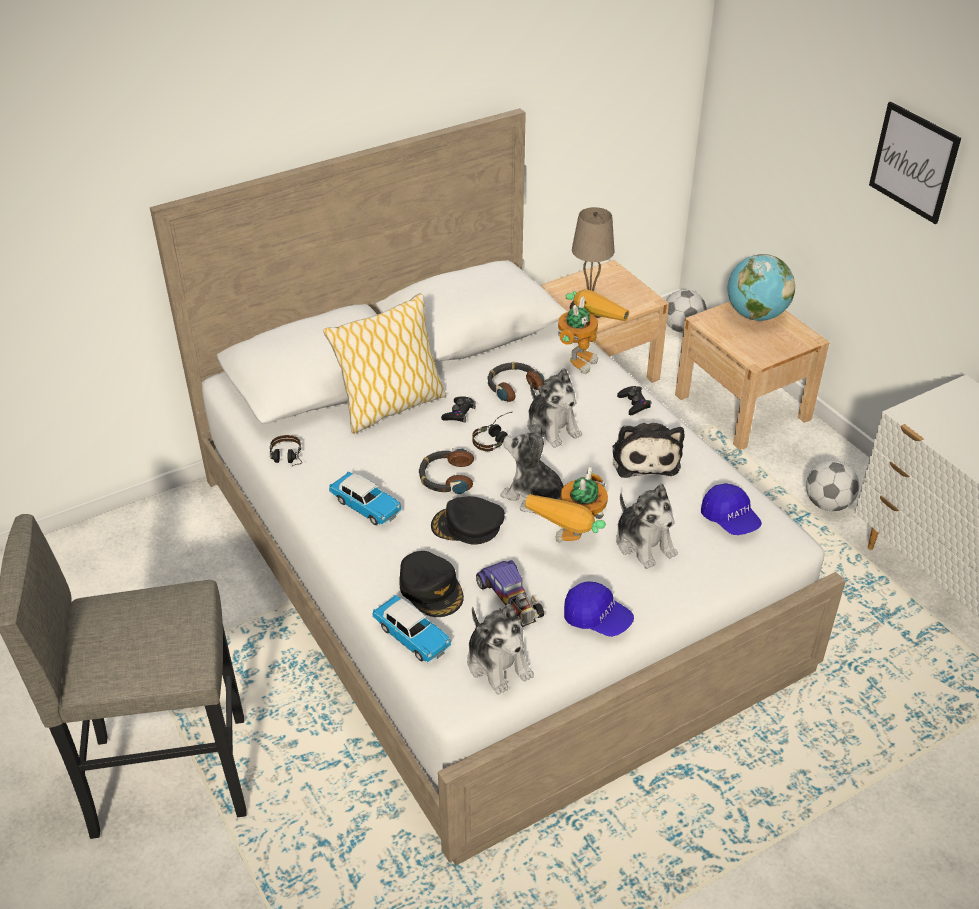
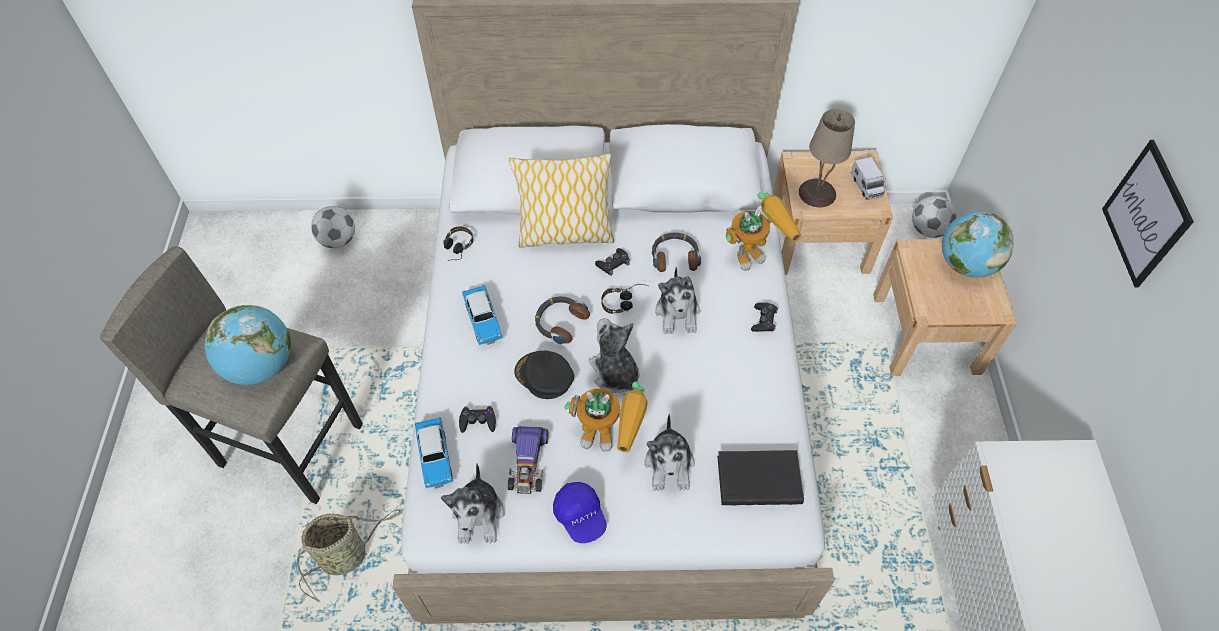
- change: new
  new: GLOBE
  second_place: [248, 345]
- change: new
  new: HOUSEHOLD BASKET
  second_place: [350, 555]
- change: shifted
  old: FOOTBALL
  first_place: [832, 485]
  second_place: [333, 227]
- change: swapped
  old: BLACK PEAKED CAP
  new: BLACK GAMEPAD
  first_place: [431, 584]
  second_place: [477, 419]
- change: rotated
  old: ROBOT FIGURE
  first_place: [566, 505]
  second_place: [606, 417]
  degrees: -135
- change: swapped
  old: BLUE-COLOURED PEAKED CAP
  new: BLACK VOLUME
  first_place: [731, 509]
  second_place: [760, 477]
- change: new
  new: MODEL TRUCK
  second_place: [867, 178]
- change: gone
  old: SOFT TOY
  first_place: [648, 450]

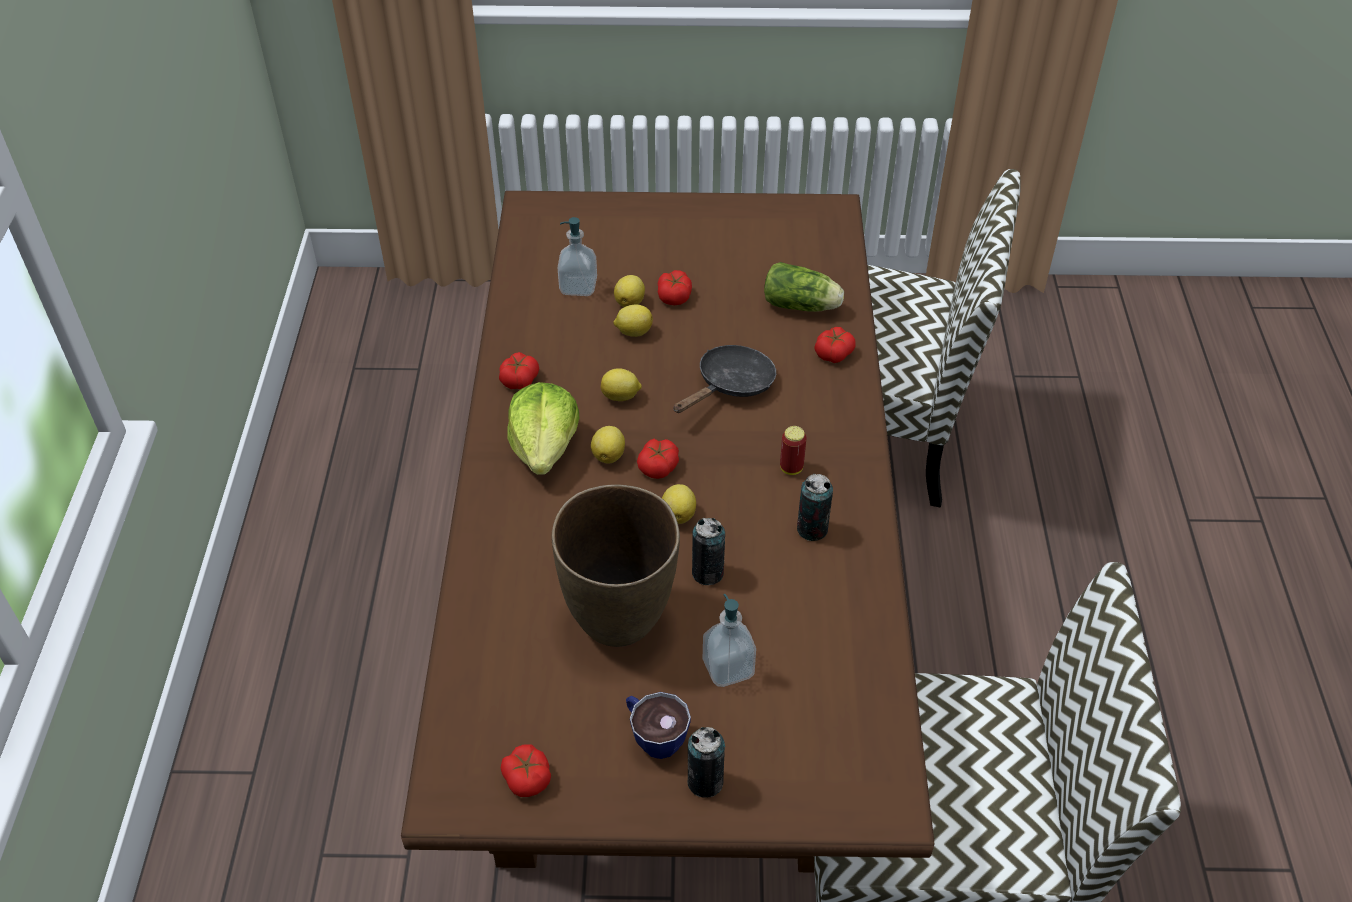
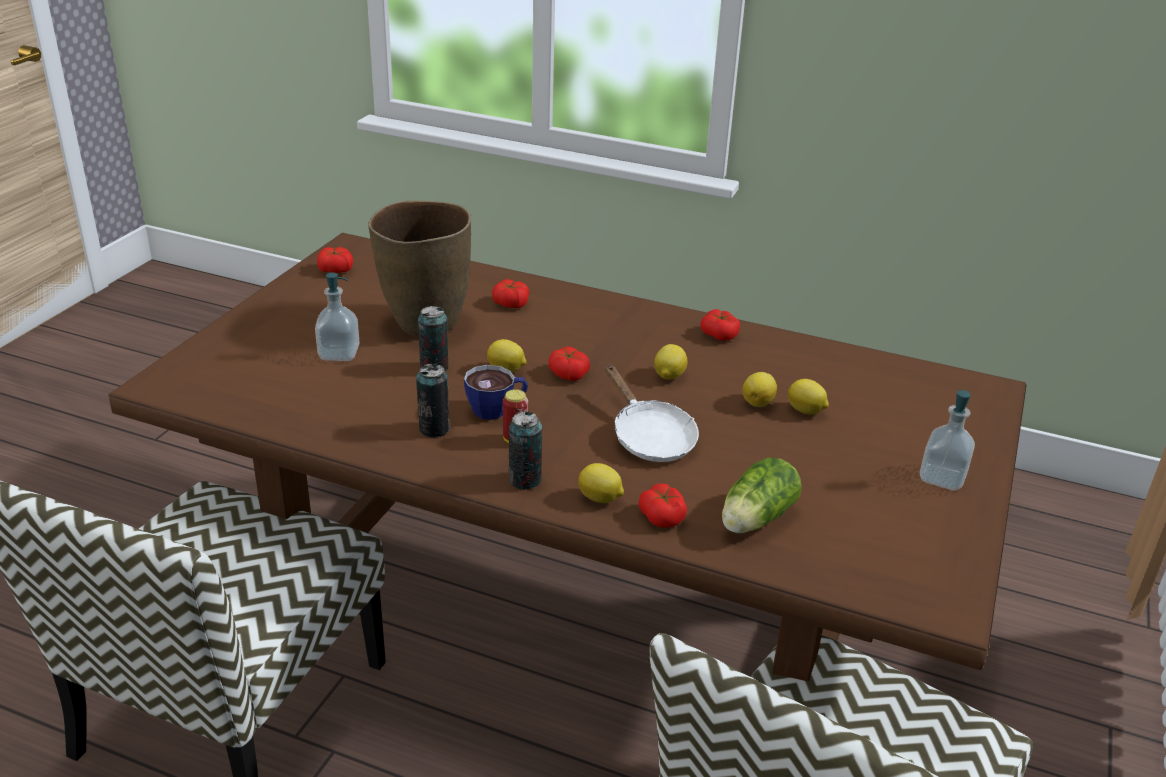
- change: shifted
  old: SMALL CUP
  first_place: [658, 725]
  second_place: [496, 392]
- change: shifted
  old: TOMATO
  first_place: [675, 287]
  second_place: [510, 293]
- change: shifted
  old: METAL CAN
  first_place: [706, 762]
  second_place: [525, 451]
- change: shifted
  old: LEMON
  first_place: [608, 445]
  second_place: [601, 483]
- change: repainted
  old: BLACK SKILLET
  new: WHITE-COLOURED SKILLET
  first_place: [724, 379]
  second_place: [652, 413]
- change: shifted
  old: SOAP BOTTLE
  first_place: [577, 256]
  second_place: [947, 440]
- change: gone
  old: LETTUCE
  first_place: [543, 428]

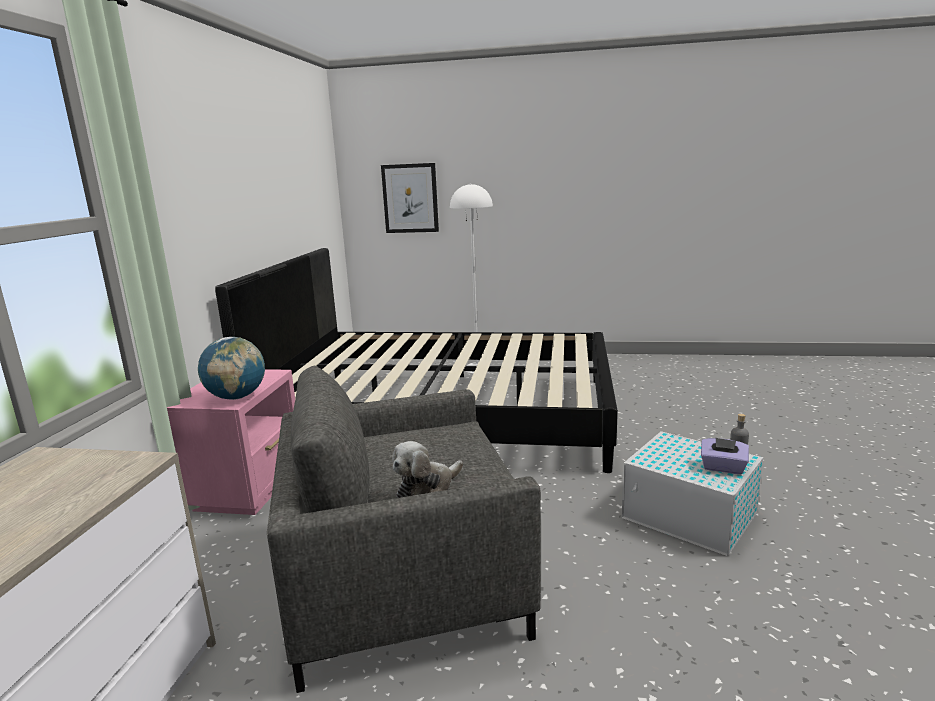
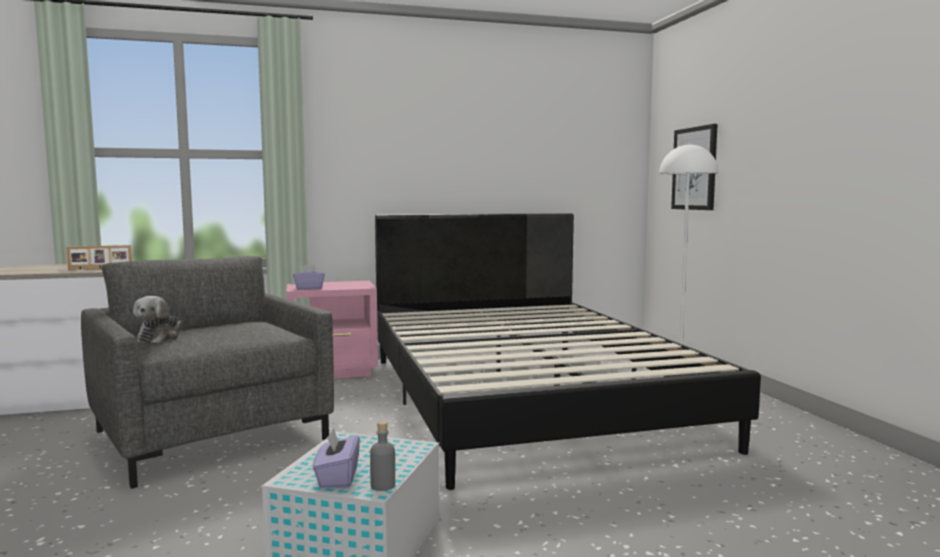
- change: new
  new: STANDING FRAME
  second_place: [99, 257]
- change: rotated
  old: SOFT TOY
  first_place: [427, 469]
  second_place: [157, 319]
  degrees: -105
- change: swapped
  old: GLOBE
  new: PURPLE-COLOURED BOX OF TISSUES
  first_place: [231, 368]
  second_place: [309, 277]

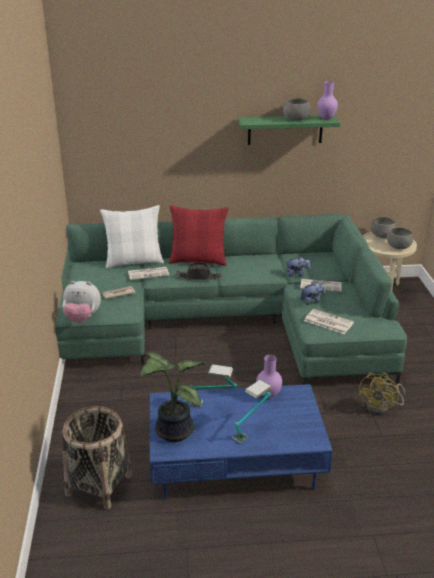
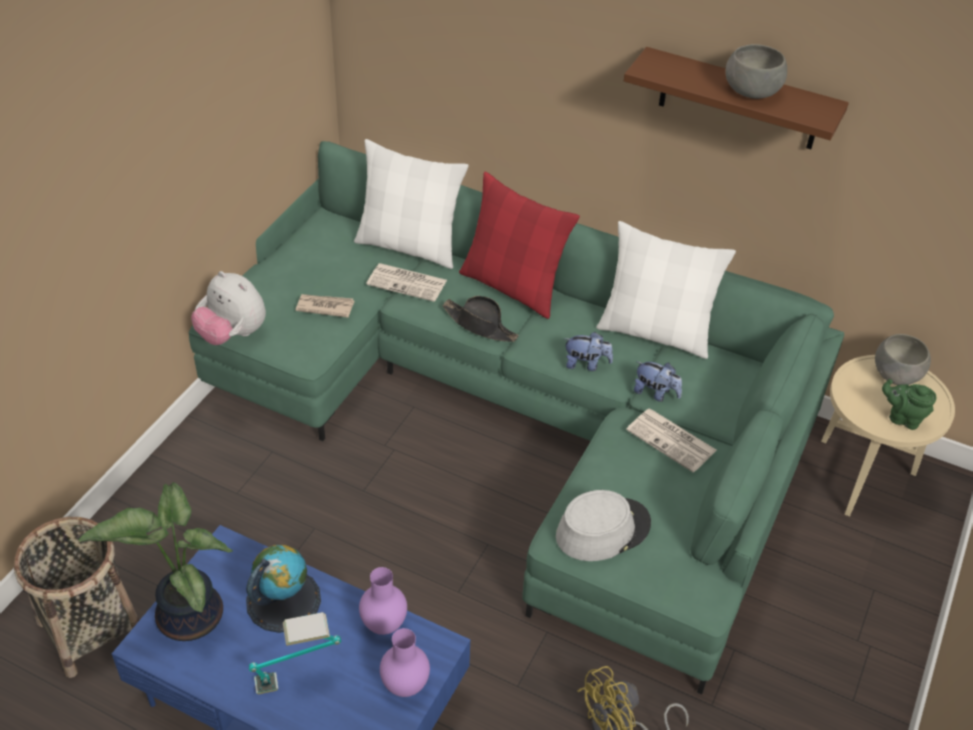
- change: swapped
  old: TABLE LAMP
  new: GLOBE
  first_place: [213, 386]
  second_place: [283, 589]
- change: shifted
  old: PURPLE-COLOURED VASE
  first_place: [327, 100]
  second_place: [405, 662]
- change: swapped
  old: NEWSPAPER
  new: GREYISH HAT
  first_place: [329, 321]
  second_place: [603, 525]
- change: shifted
  old: SOFT TOY
  first_place: [312, 293]
  second_place: [589, 351]
- change: new
  new: WHITE-COLOURED PILLOW
  second_place: [666, 290]
- change: repainted
  old: GREENISH SHELF
  new: BROWN SHELF
  first_place: [289, 130]
  second_place: [736, 98]
- change: swapped
  old: GREYISH BOWL
  new: GREENISH TEA POT
  first_place: [400, 238]
  second_place: [909, 404]

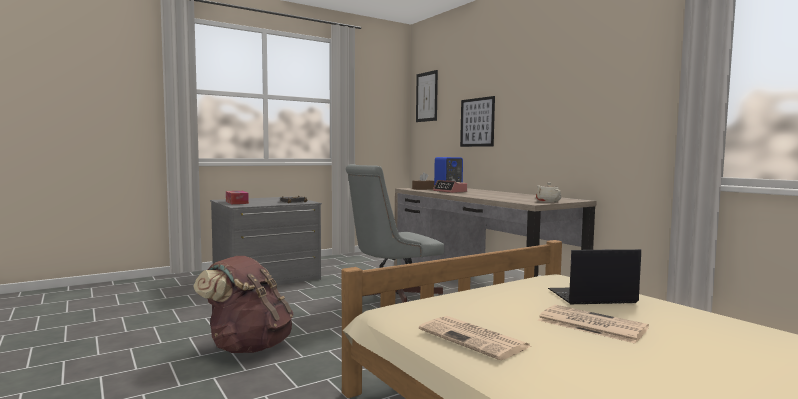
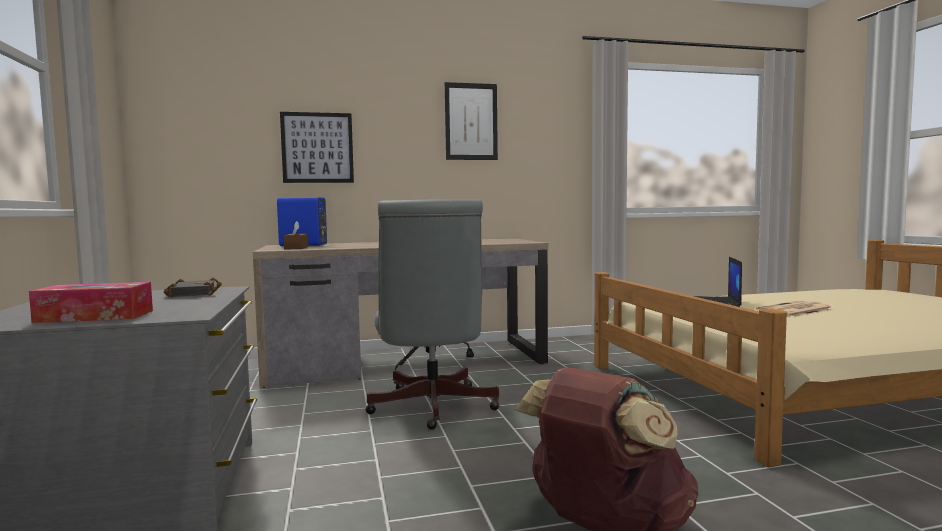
- change: shifted
  old: WALL ART
  first_place: [427, 96]
  second_place: [471, 121]
- change: gone
  old: NEWSPAPER
  first_place: [475, 338]
- change: gone
  old: BEDSIDE CLOCK
  first_place: [450, 186]
- change: gone
  old: SAND-COLOURED TEA POT
  first_place: [548, 192]

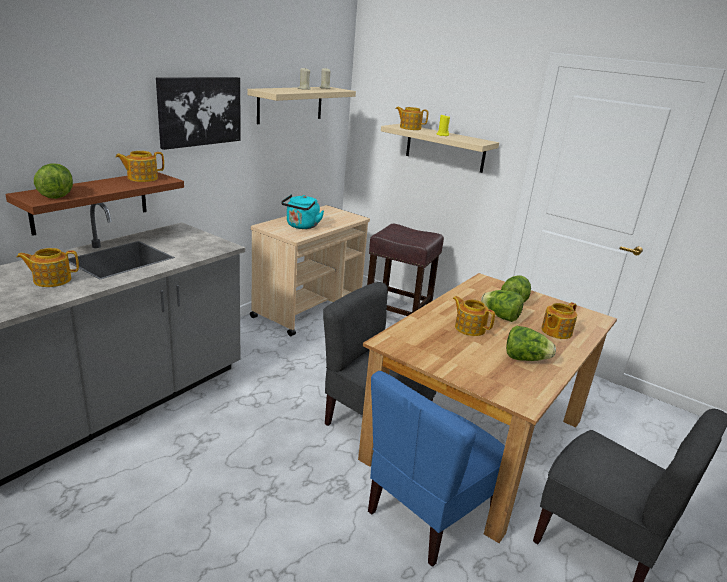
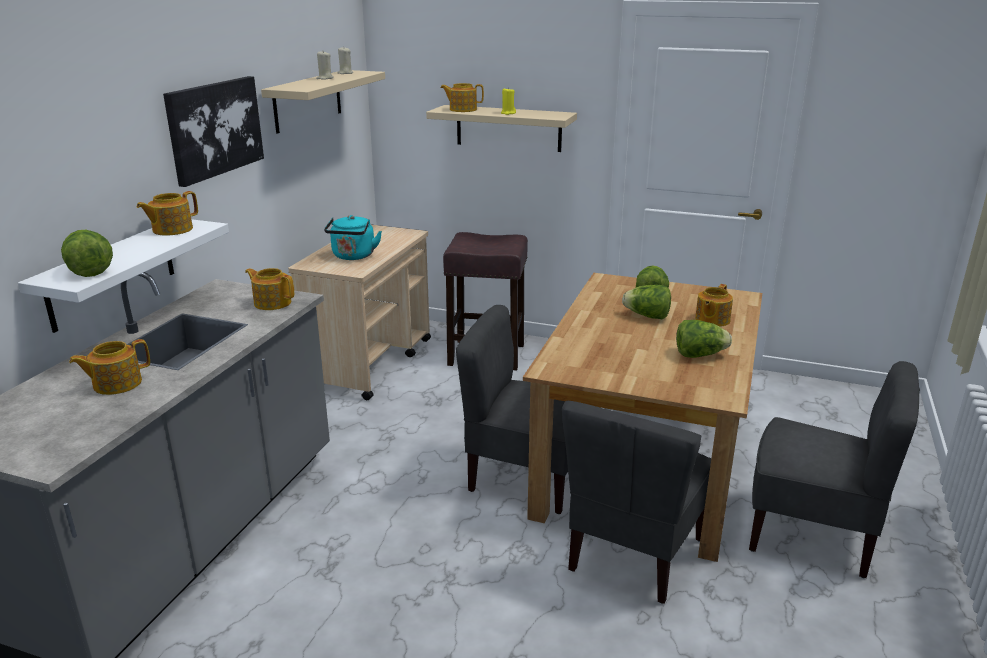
- change: repainted
  old: BROWN SHELF
  new: WHITE-COLOURED SHELF
  first_place: [94, 204]
  second_place: [123, 276]
- change: shifted
  old: TEA POT
  first_place: [474, 316]
  second_place: [269, 289]
- change: repainted
  old: BLUE-COLOURED UPRIGHT CHAIR
  new: GREYISH UPRIGHT CHAIR
  first_place: [436, 469]
  second_place: [636, 502]

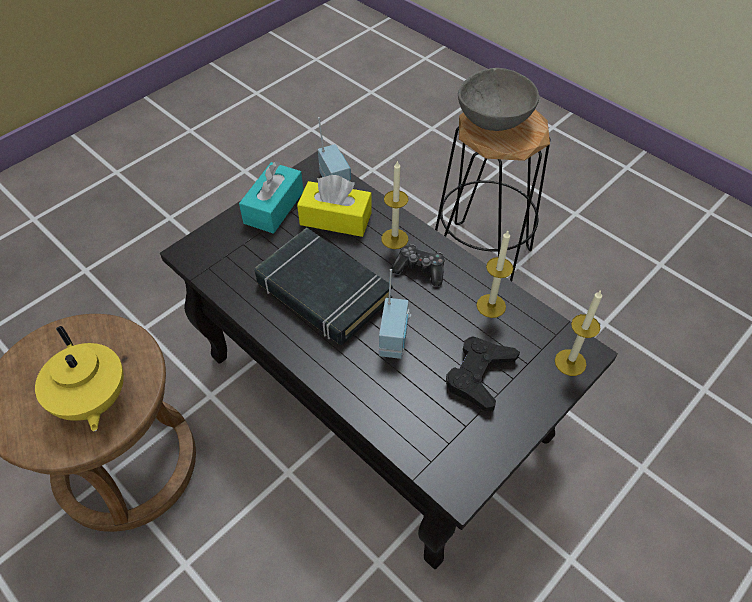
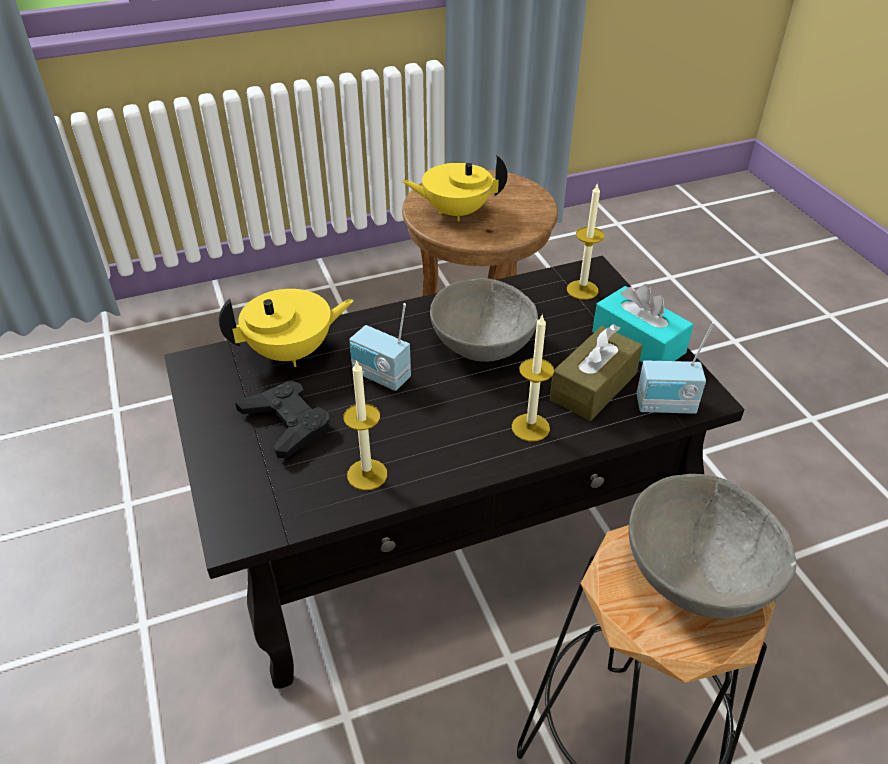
- change: new
  new: YELLOW-COLOURED TEA POT
  second_place: [286, 328]
- change: swapped
  old: BLACK VOLUME
  new: GREYISH BOWL
  first_place: [324, 286]
  second_place: [484, 320]
- change: repainted
  old: YELLOW-COLOURED BOX OF TISSUES
  new: BROWN BOX OF TISSUES
  first_place: [334, 206]
  second_place: [596, 372]
- change: shifted
  old: CANDLE
  first_place: [578, 333]
  second_place: [586, 241]
- change: gone
  old: GAMEPAD
  first_place: [417, 265]

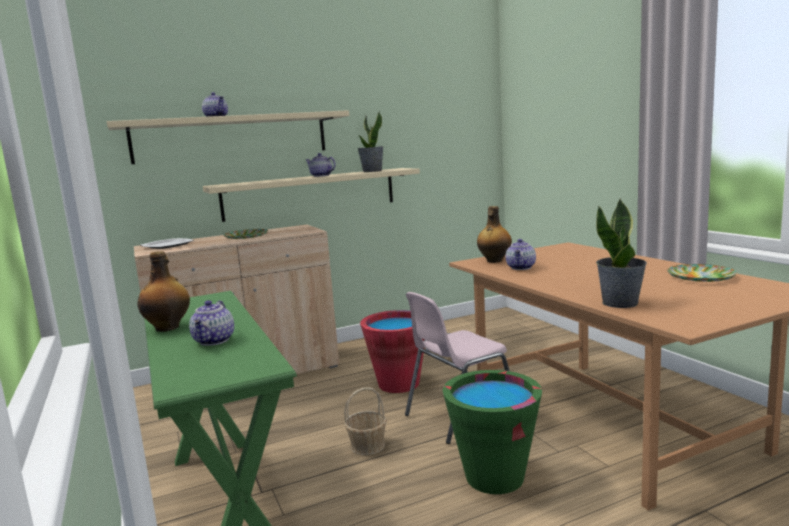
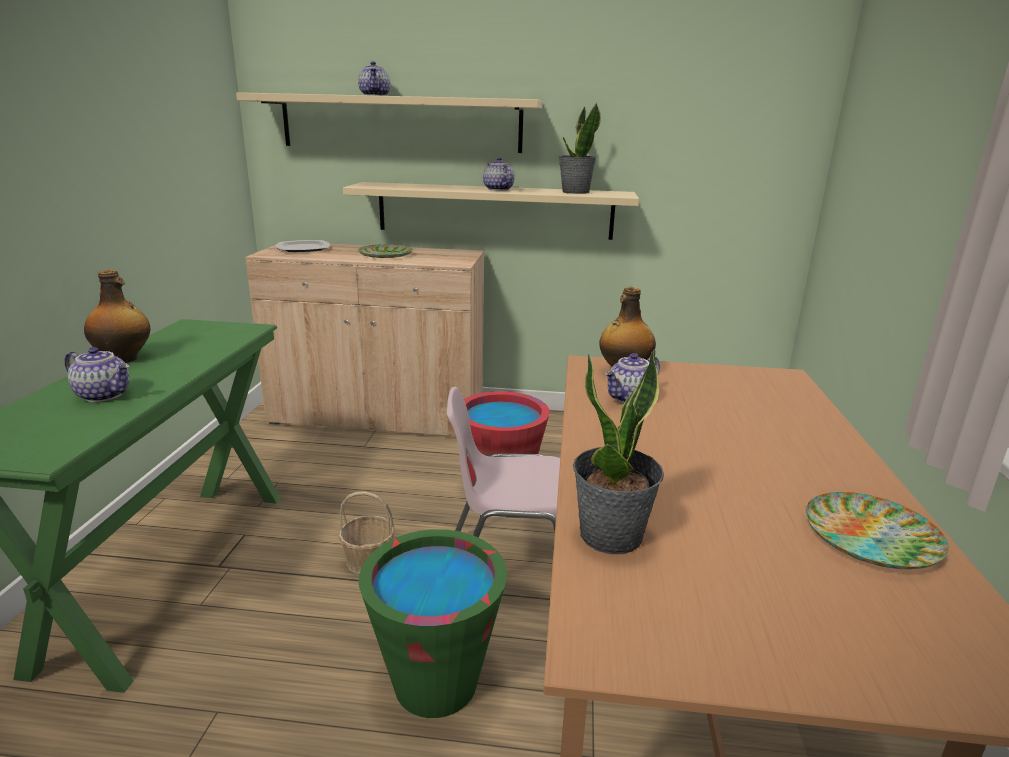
- change: rotated
  old: TEA POT
  first_place: [211, 323]
  second_place: [97, 374]
  degrees: -105

